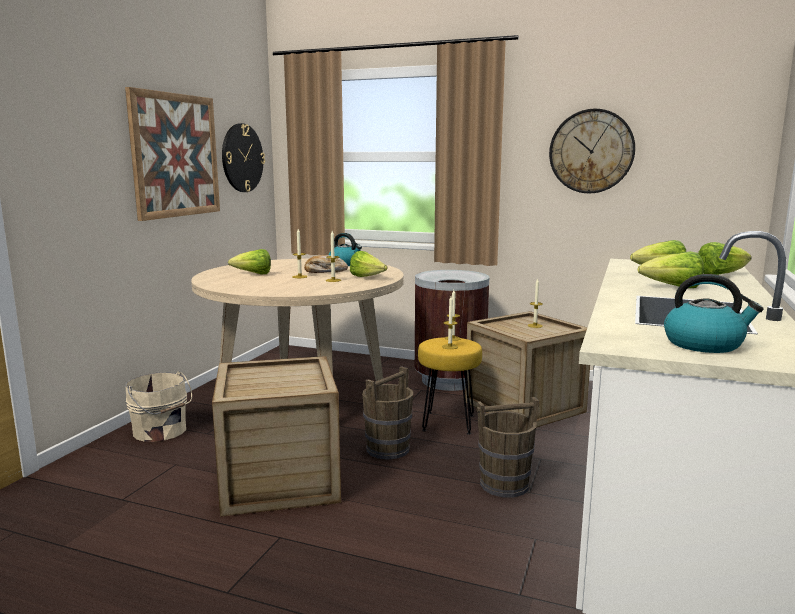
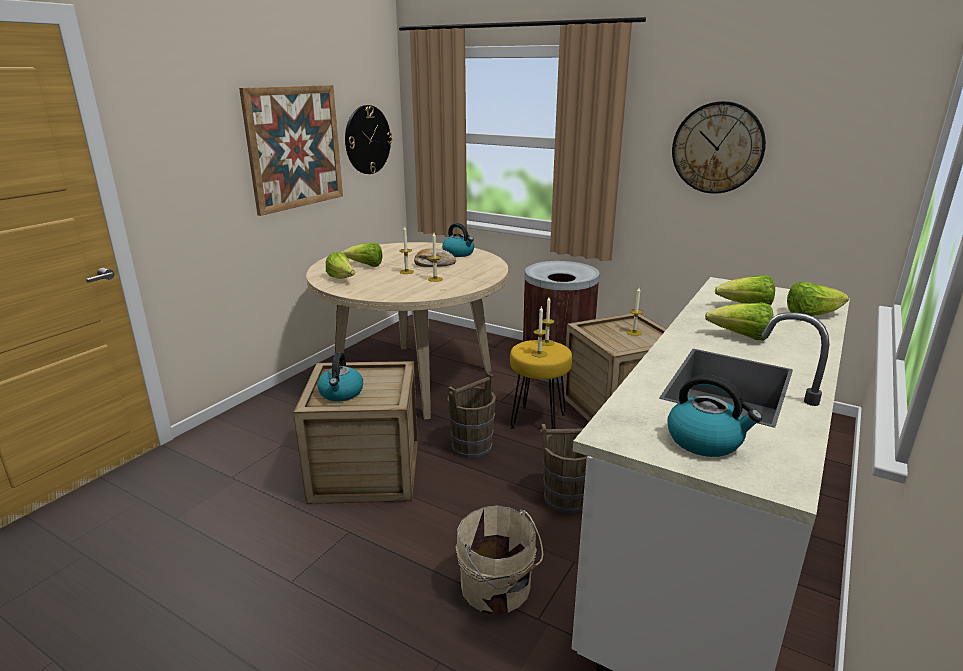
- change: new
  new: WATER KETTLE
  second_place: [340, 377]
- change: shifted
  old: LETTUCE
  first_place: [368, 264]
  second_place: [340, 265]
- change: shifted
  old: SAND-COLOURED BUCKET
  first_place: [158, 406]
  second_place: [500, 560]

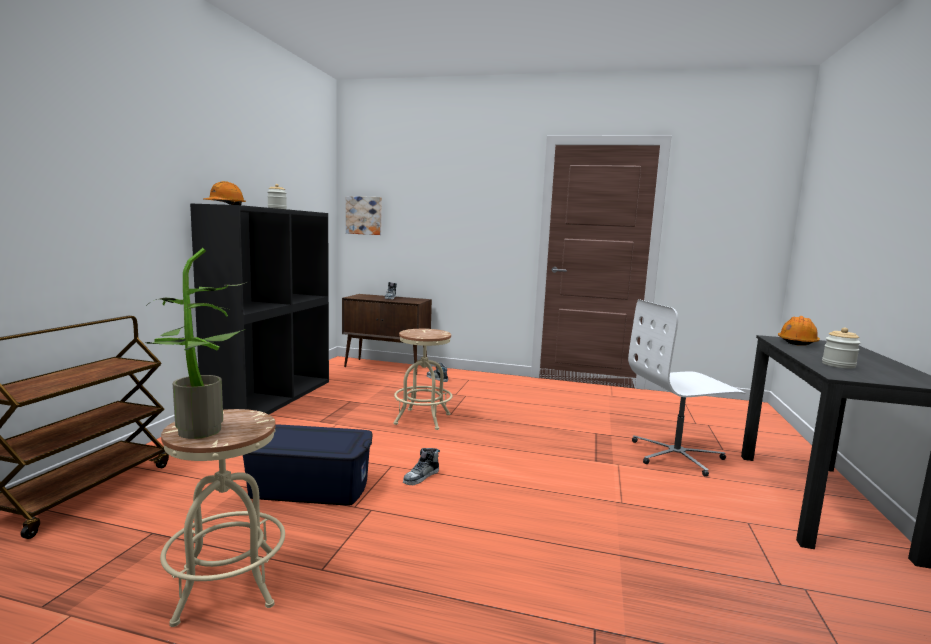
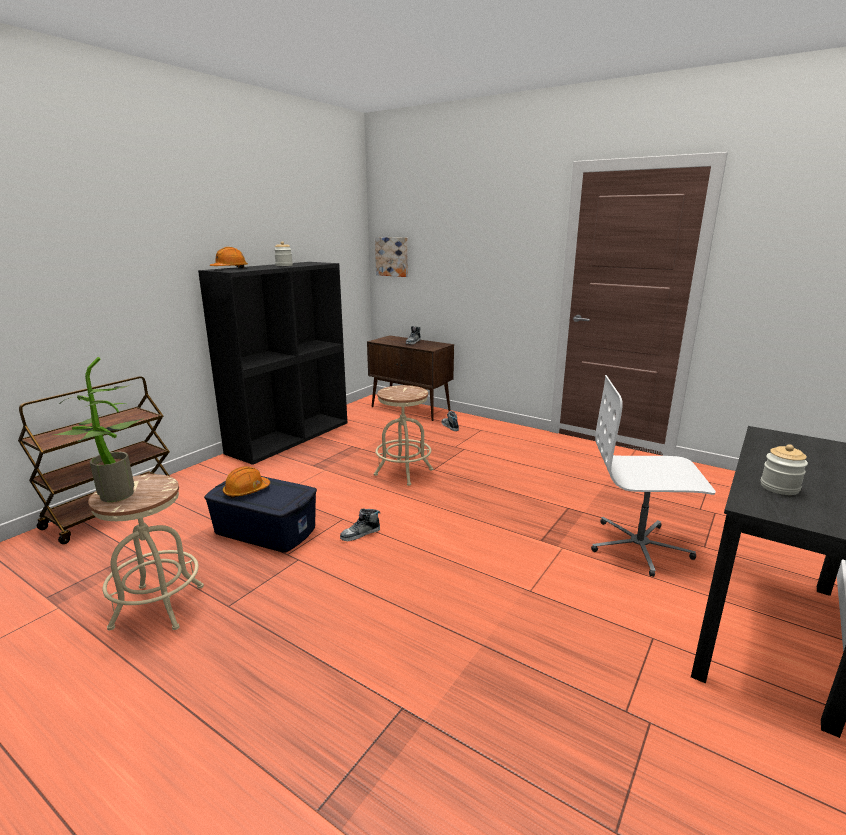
- change: shifted
  old: ORANGEY HARD HAT
  first_place: [799, 331]
  second_place: [246, 482]

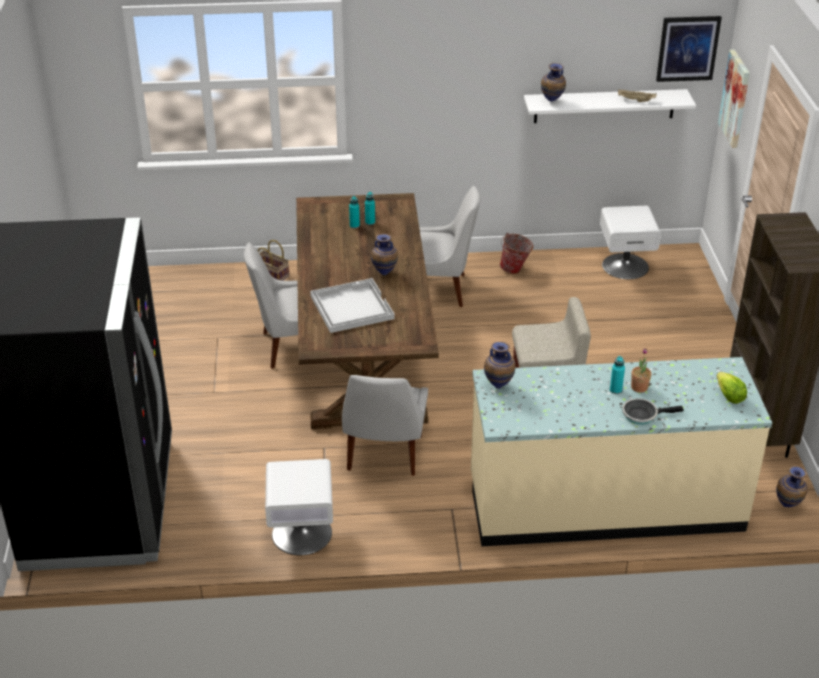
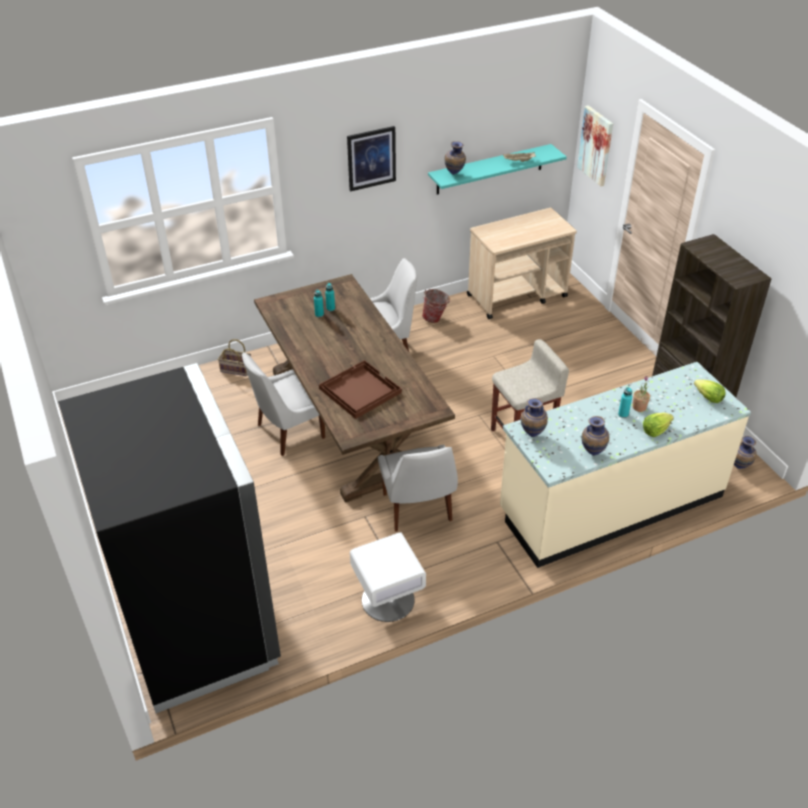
- change: repainted
  old: WHITE-COLOURED CARRYING TRAY
  new: BROWN CARRYING TRAY
  first_place: [352, 305]
  second_place: [360, 389]
- change: shifted
  old: WALL ART
  first_place: [689, 49]
  second_place: [371, 159]
- change: repainted
  old: WHITE-COLOURED SHELF
  new: TURQUOISE SHELF
  first_place: [610, 106]
  second_place: [497, 169]
- change: swapped
  old: WHITE-COLOURED NIGHTSTAND
  new: SAND-COLOURED CART
  first_place: [630, 242]
  second_place: [522, 263]
- change: shifted
  old: VASE
  first_place: [384, 255]
  second_place: [595, 436]
- change: swapped
  old: SKILLET
  new: LETTUCE
  first_place: [652, 411]
  second_place: [658, 425]

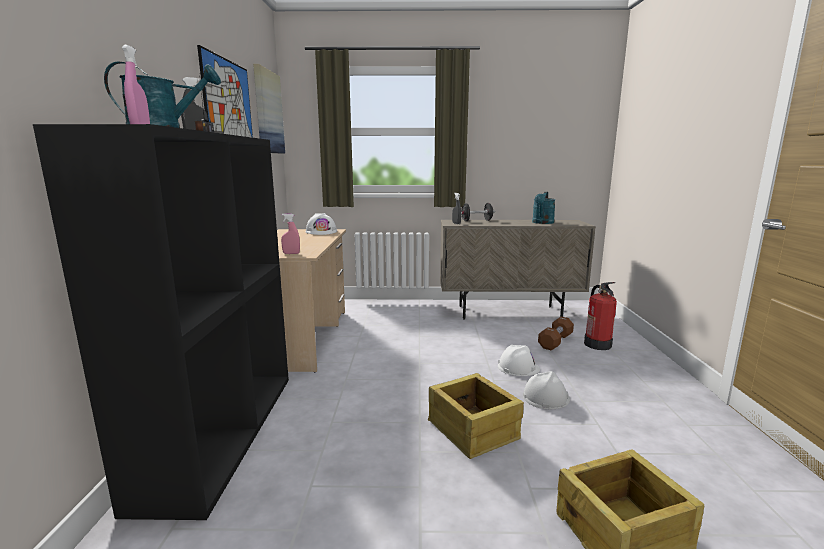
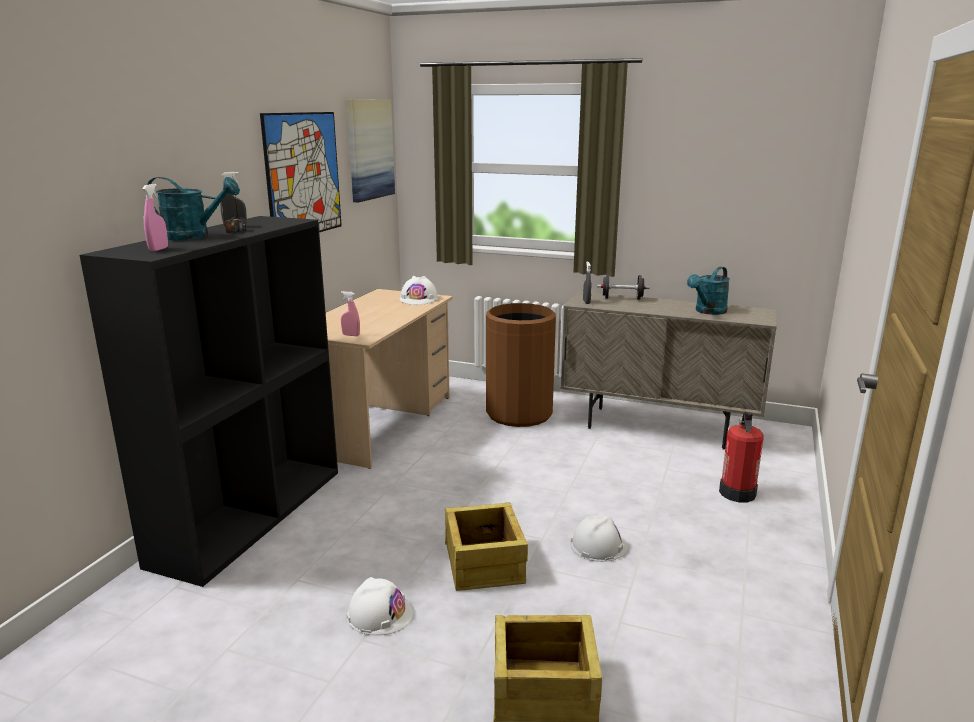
- change: shifted
  old: WHITE-COLOURED HARD HAT
  first_place: [519, 360]
  second_place: [380, 606]
- change: new
  new: BROWN TRASH CAN
  second_place: [521, 365]
- change: gone
  old: BROWN DUMBBELL
  first_place: [556, 333]

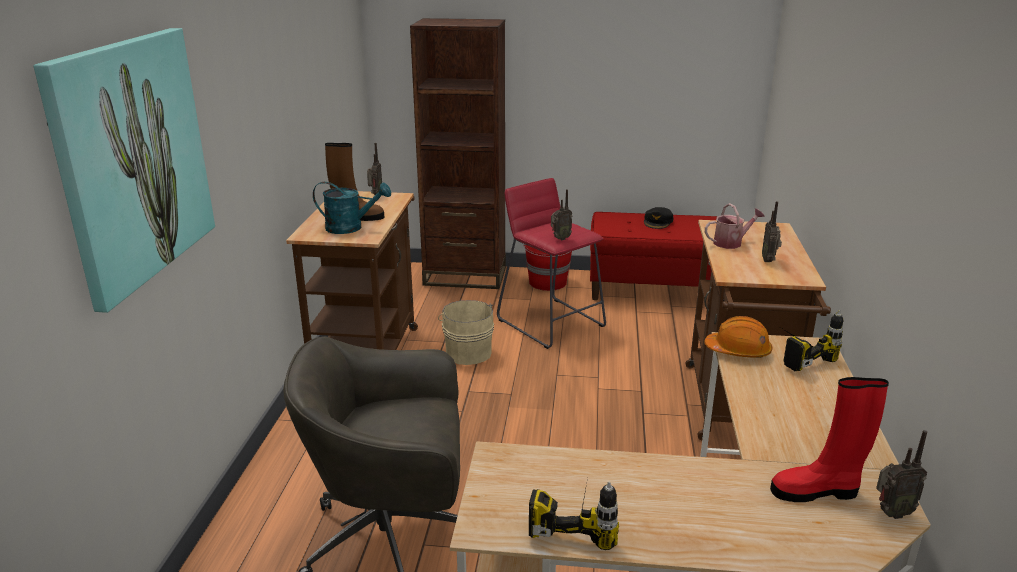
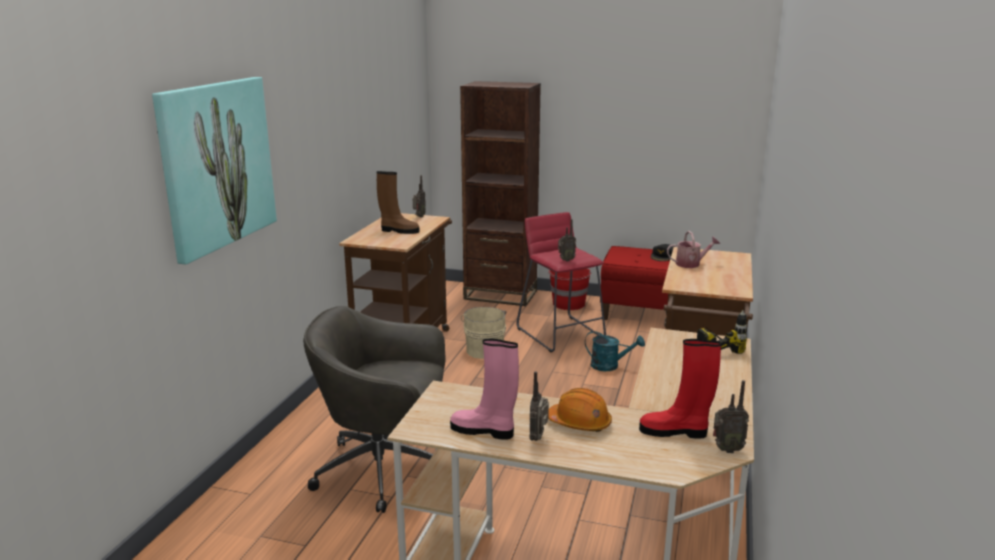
- change: swapped
  old: POWER DRILL
  new: PINKISH TALL BOOT
  first_place: [574, 514]
  second_place: [484, 389]
- change: shifted
  old: RADIO
  first_place: [772, 231]
  second_place: [539, 406]
- change: shifted
  old: ORANGEY HARD HAT
  first_place: [738, 337]
  second_place: [580, 410]
- change: shifted
  old: TURQUOISE WATERING POT
  first_place: [352, 208]
  second_place: [615, 351]

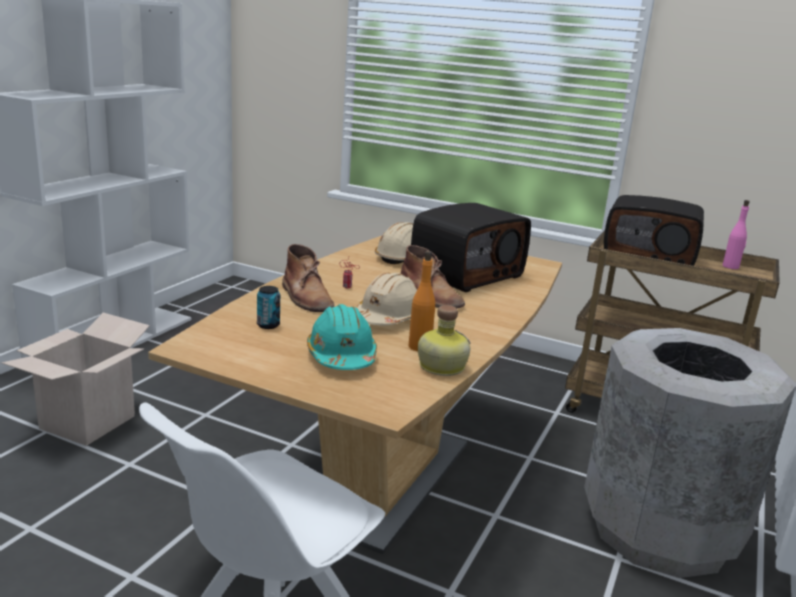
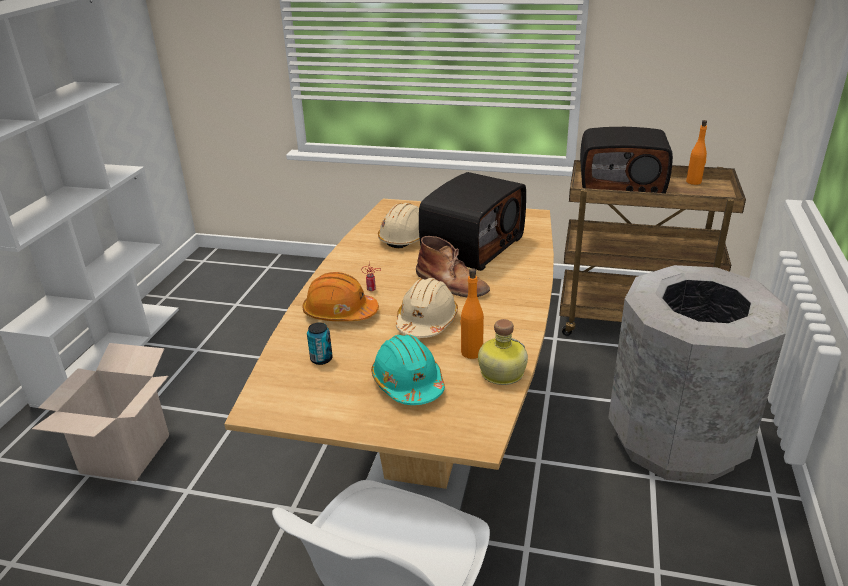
- change: swapped
  old: BROWN TALL BOOT
  new: ORANGEY HARD HAT
  first_place: [308, 278]
  second_place: [341, 296]
- change: repainted
  old: PINKISH BEVERAGE BOTTLE
  new: ORANGEY BEVERAGE BOTTLE
  first_place: [736, 234]
  second_place: [696, 152]

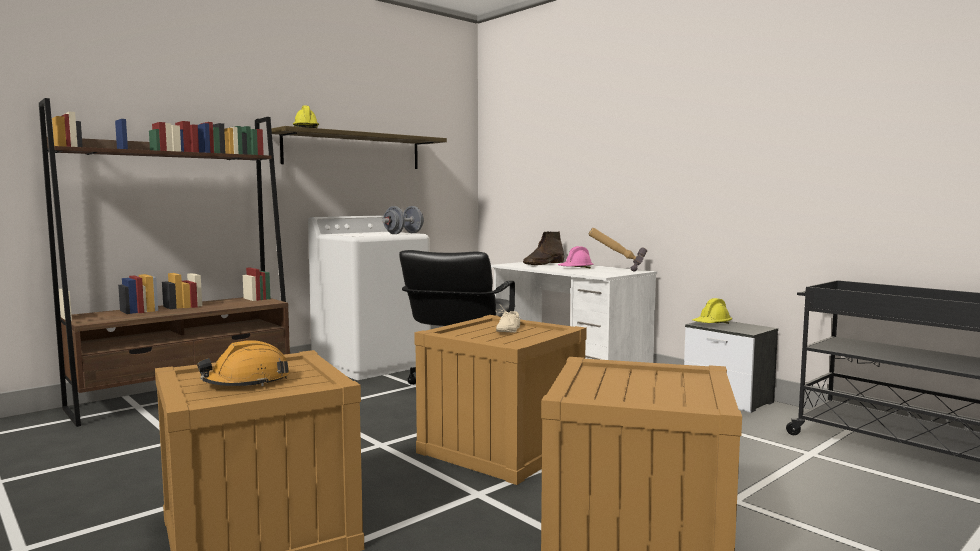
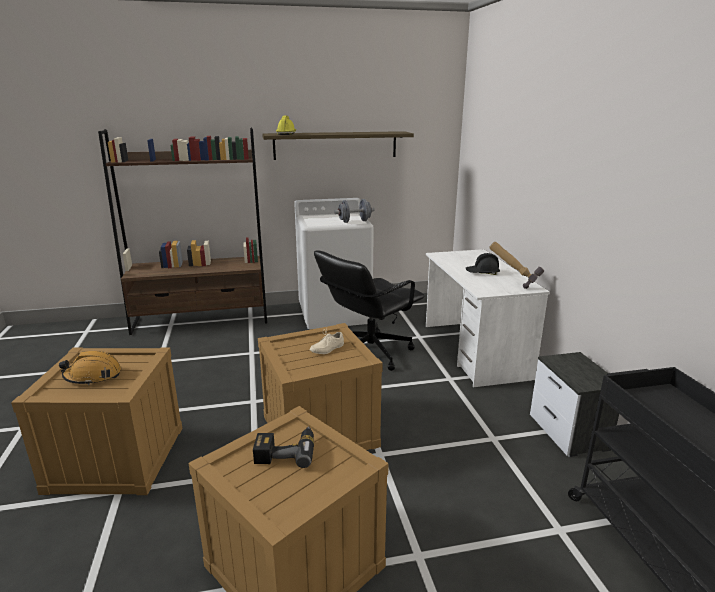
- change: new
  new: POWER DRILL
  second_place: [283, 447]
- change: repainted
  old: PINKISH HARD HAT
  new: BLACK HARD HAT
  first_place: [576, 257]
  second_place: [483, 264]
- change: gone
  old: BROWN TALL BOOT
  first_place: [543, 248]
- change: gone
  old: YELLOW-COLOURED HARD HAT
  first_place: [712, 311]

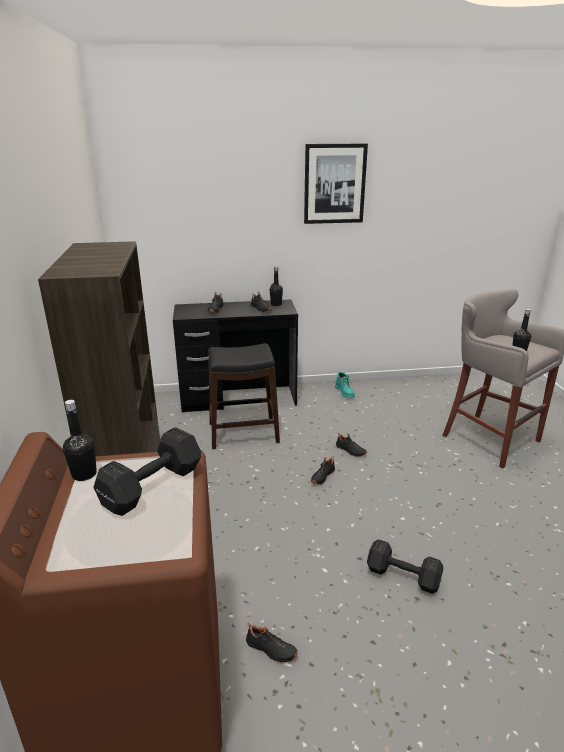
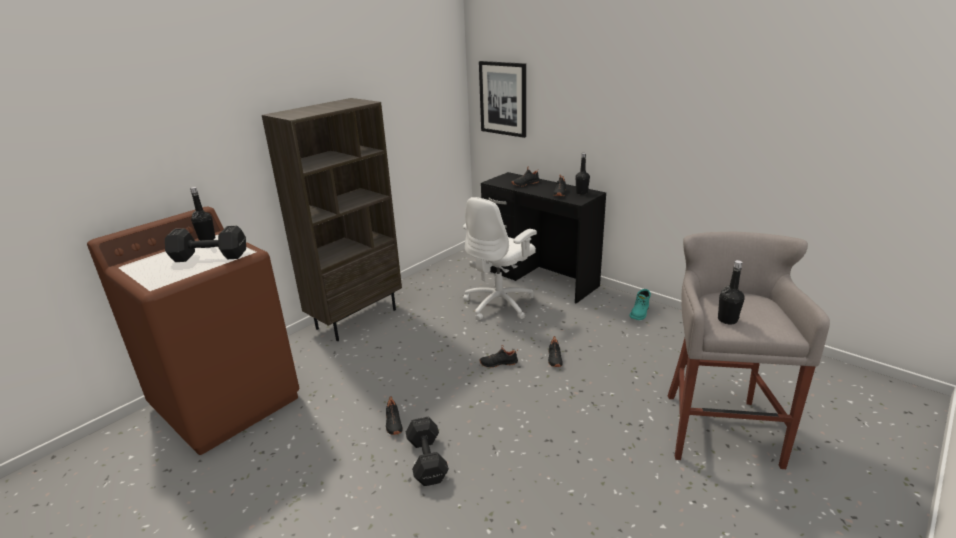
- change: shifted
  old: BLACK LOW SHOE
  first_place: [272, 643]
  second_place: [394, 415]
- change: swapped
  old: BLACK STOOL
  new: WHITE-COLOURED DESK CHAIR
  first_place: [244, 396]
  second_place: [500, 259]
- change: shifted
  old: WALL ART
  first_place: [336, 183]
  second_place: [502, 99]

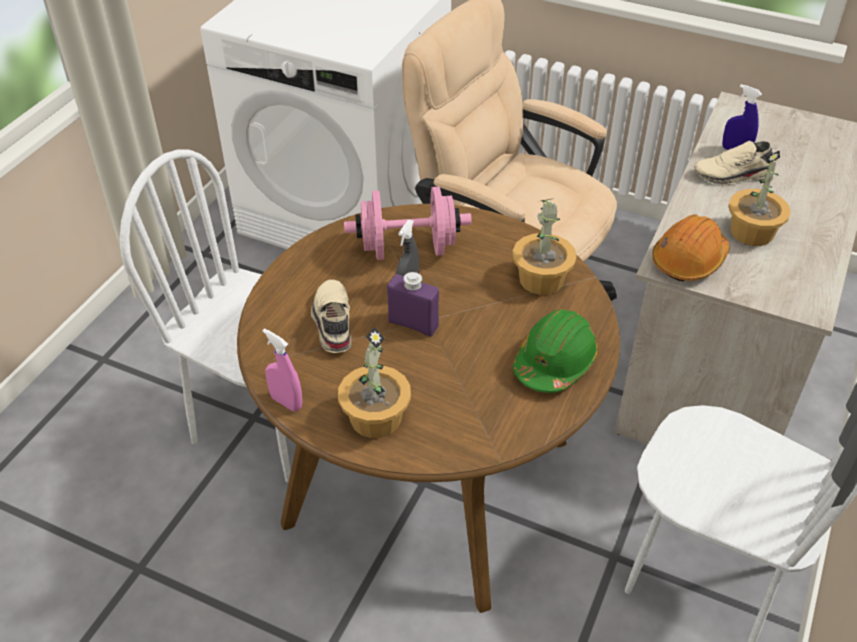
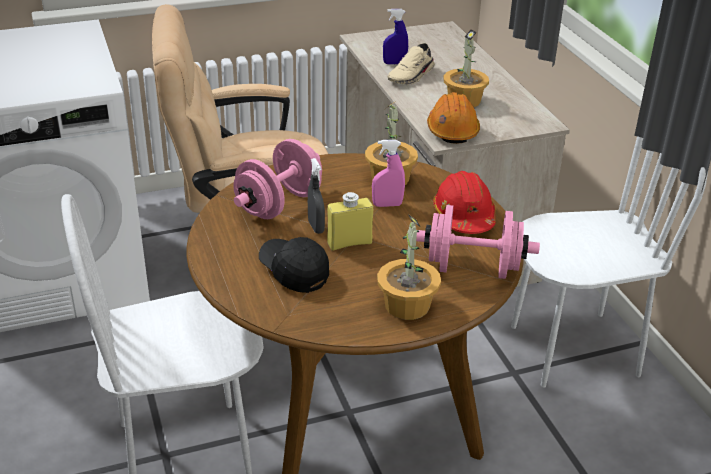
- change: swapped
  old: SAND-COLOURED LOW SHOE
  new: BLACK PEAKED CAP
  first_place: [331, 316]
  second_place: [294, 265]
- change: repainted
  old: PURPLE-COLOURED BEVERAGE BOTTLE
  new: YELLOW-COLOURED BEVERAGE BOTTLE
  first_place: [413, 304]
  second_place: [350, 221]
- change: shifted
  old: PINKISH SPRAYER
  first_place: [282, 370]
  second_place: [388, 173]
- change: new
  new: PINKISH DUMBBELL
  second_place: [478, 242]
- change: repainted
  old: GREENISH HARD HAT
  new: REDDISH HARD HAT
  first_place: [556, 351]
  second_place: [464, 202]

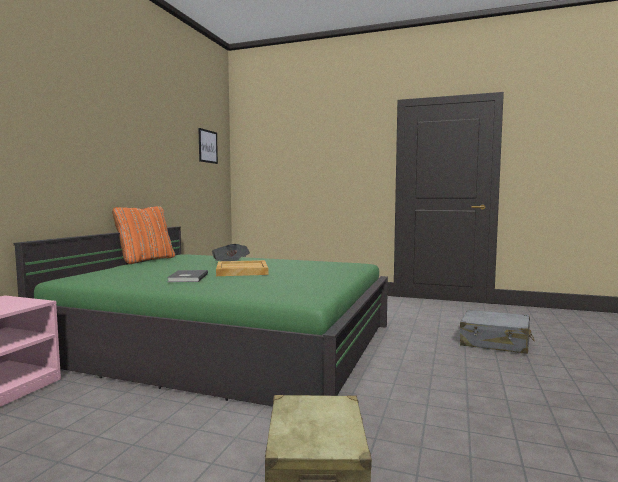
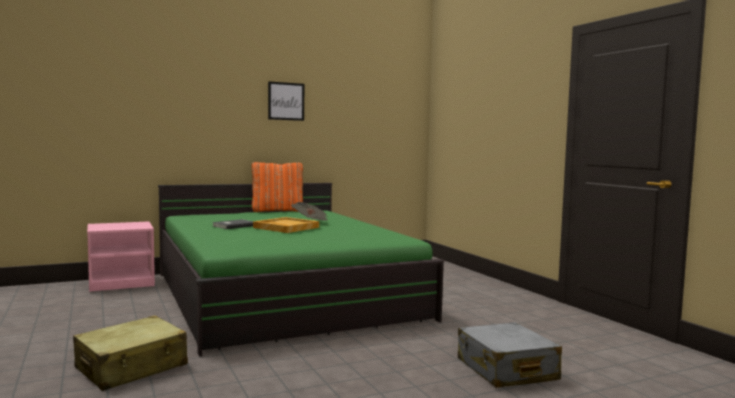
- change: shifted
  old: WALL ART
  first_place: [208, 146]
  second_place: [286, 101]

